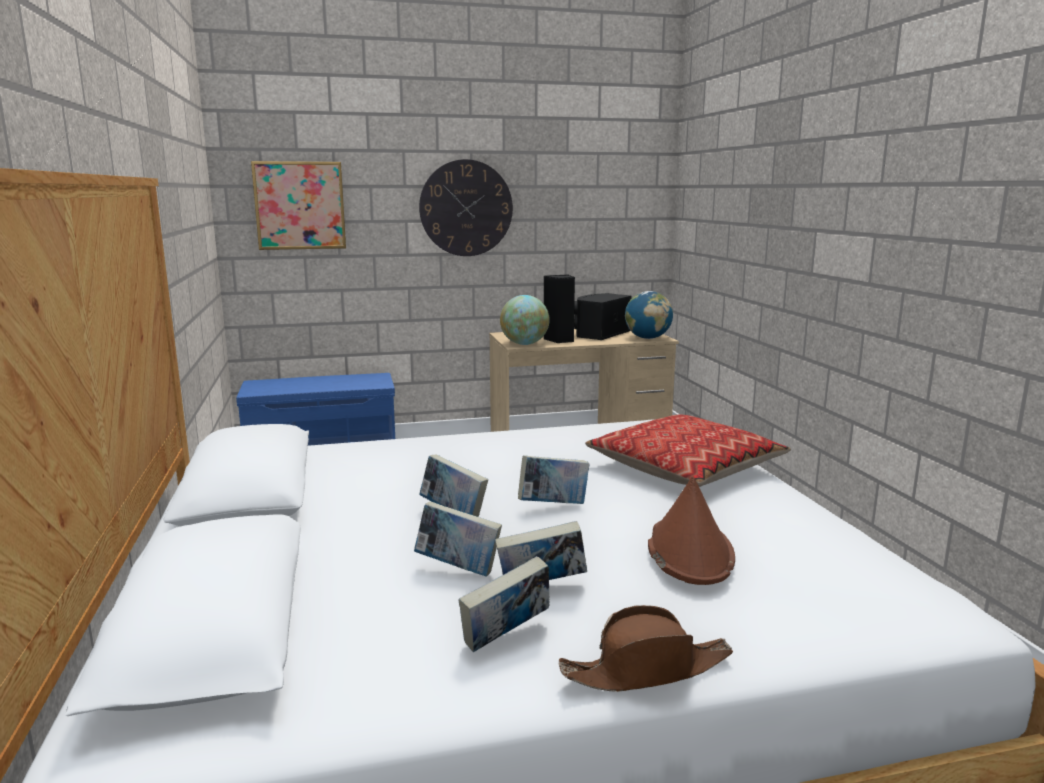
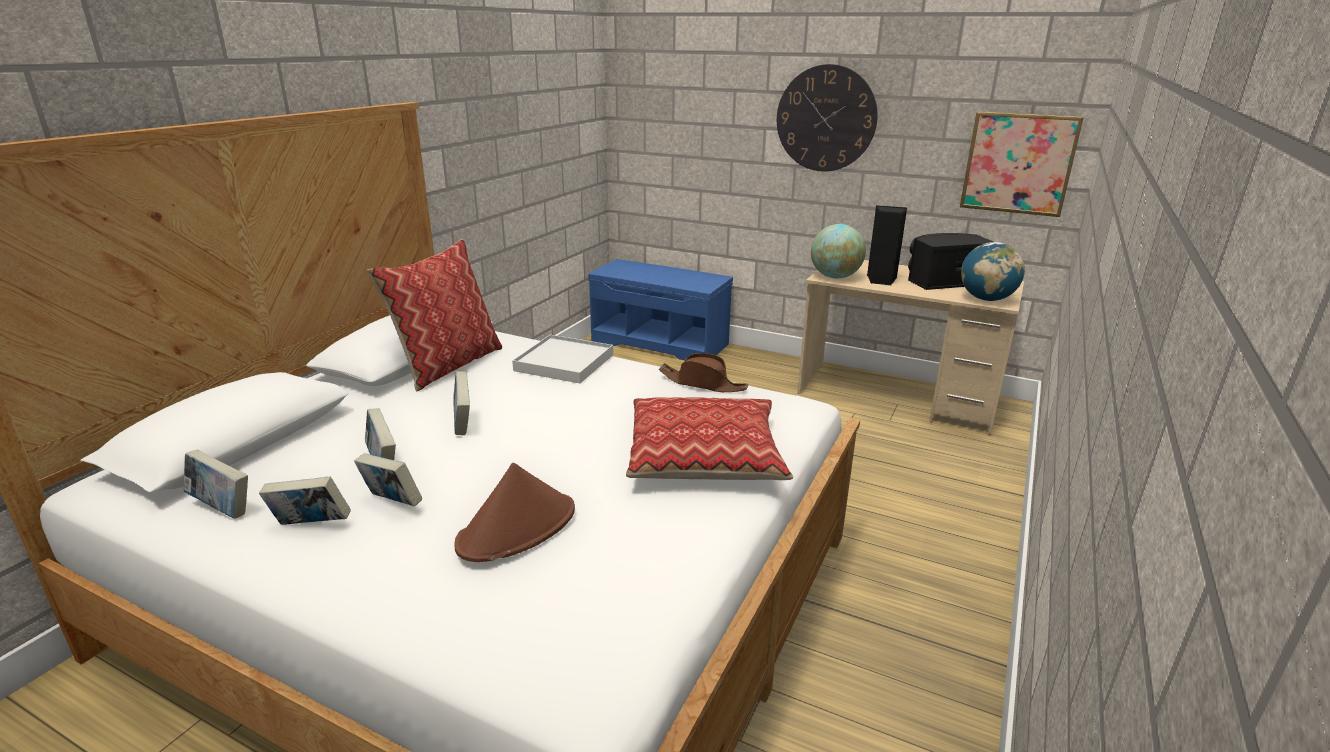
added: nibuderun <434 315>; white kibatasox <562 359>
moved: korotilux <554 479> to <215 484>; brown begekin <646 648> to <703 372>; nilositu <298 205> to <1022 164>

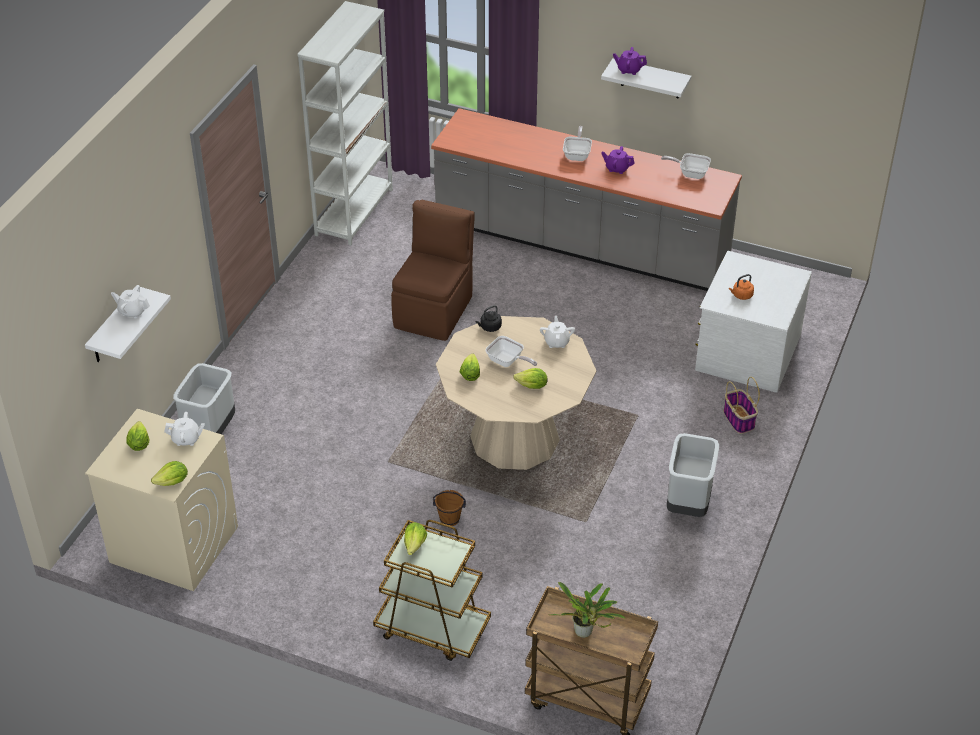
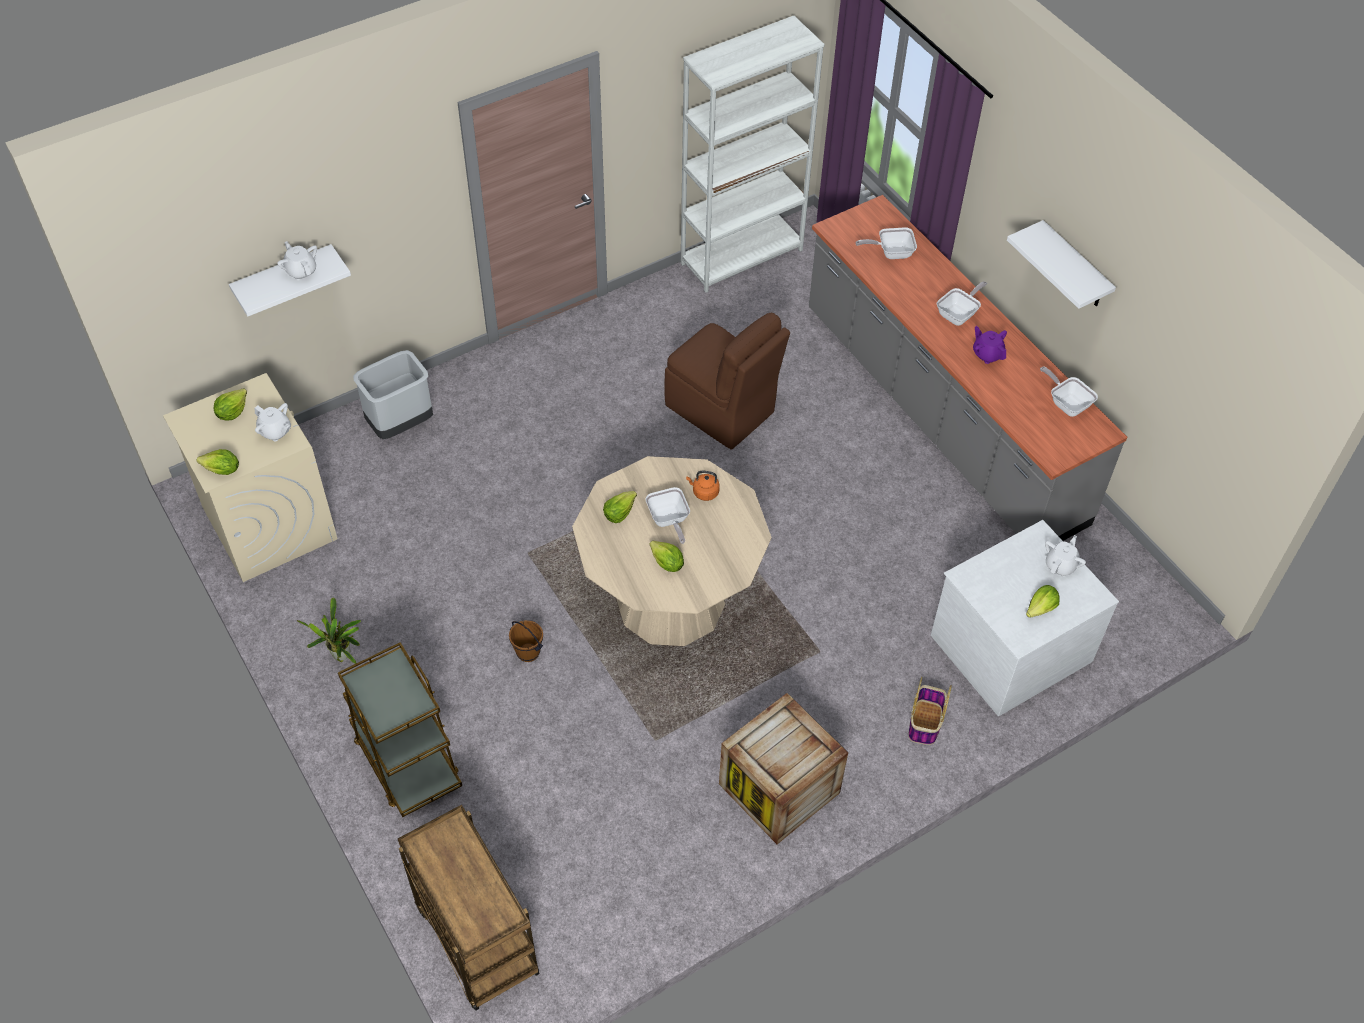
removed: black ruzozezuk <489 318>; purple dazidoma <630 61>
added: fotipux <886 243>
moved: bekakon <588 610> to <329 631>; orange ruzozezuk <741 287> to <703 486>; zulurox <415 538> to <1043 601>; white dazidoma <557 332> to <1065 556>
replaced: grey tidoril <693 475> to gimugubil <783 768>
turned: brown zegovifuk <433 270> = <727 381> 75 degrees clockwise

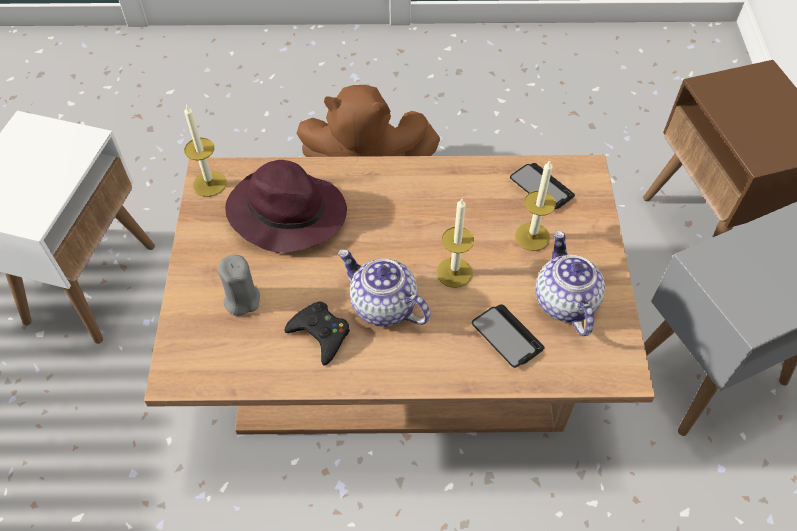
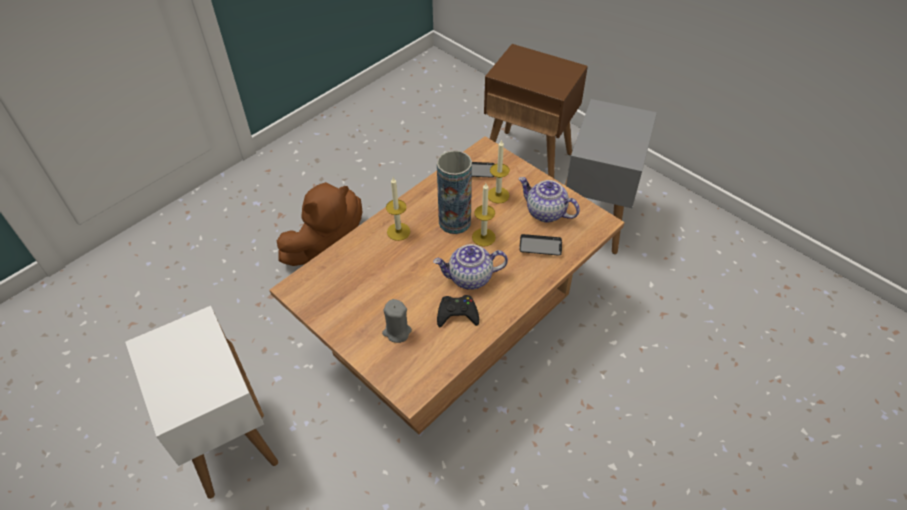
removed: purple begekin <286 206>
added: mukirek <454 192>
moved: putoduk <205 150> to <398 209>

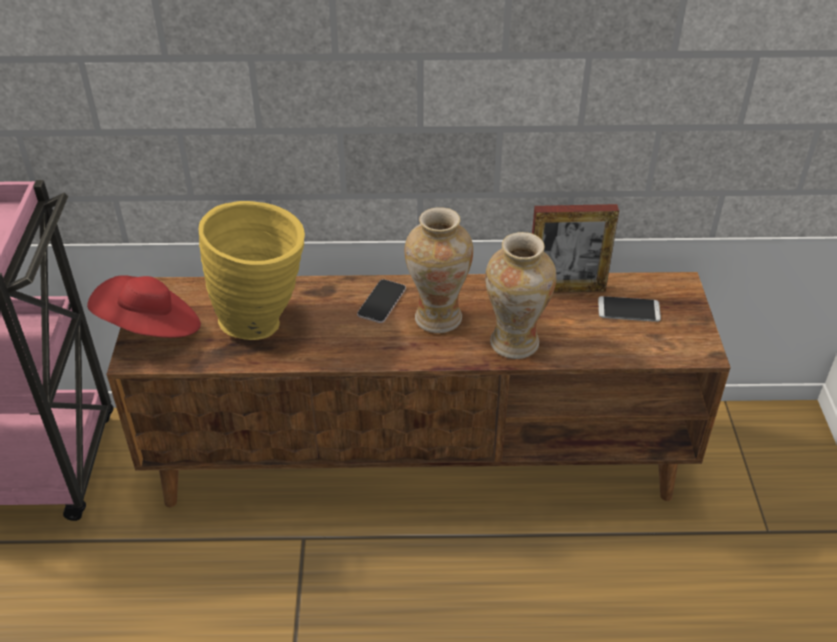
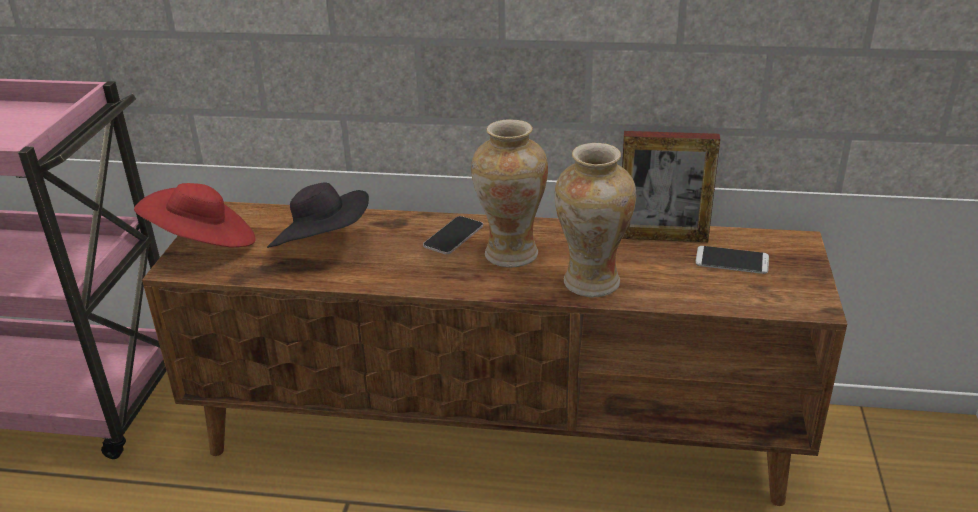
replaced: yellow mukirek <252 270> to black begekin <318 215>

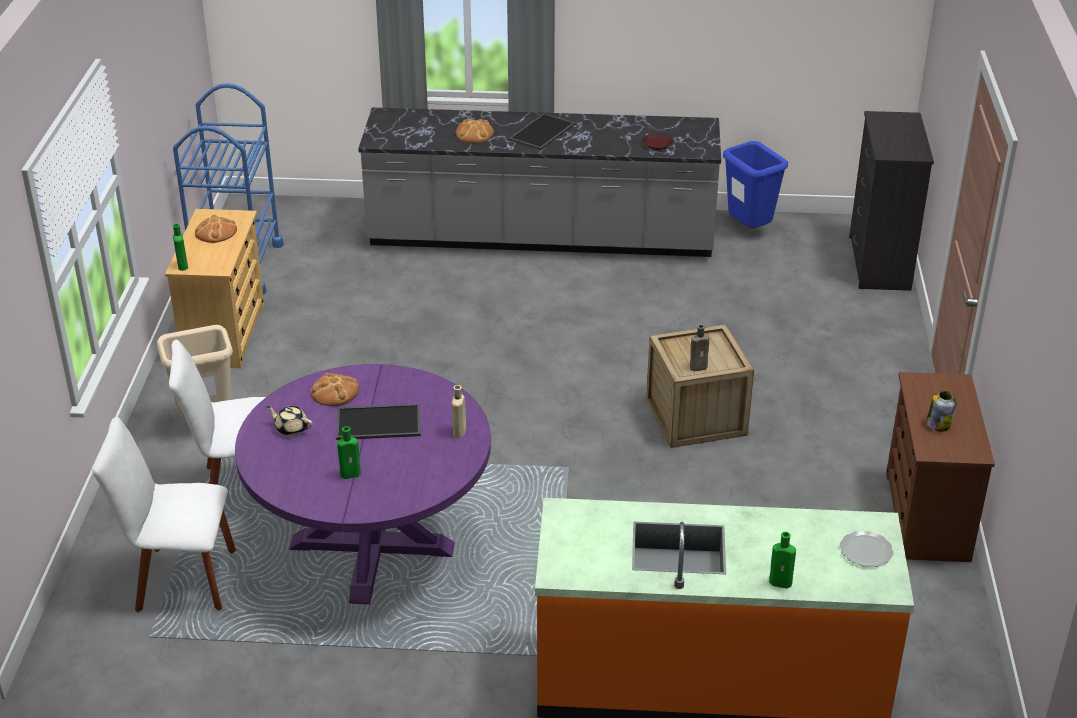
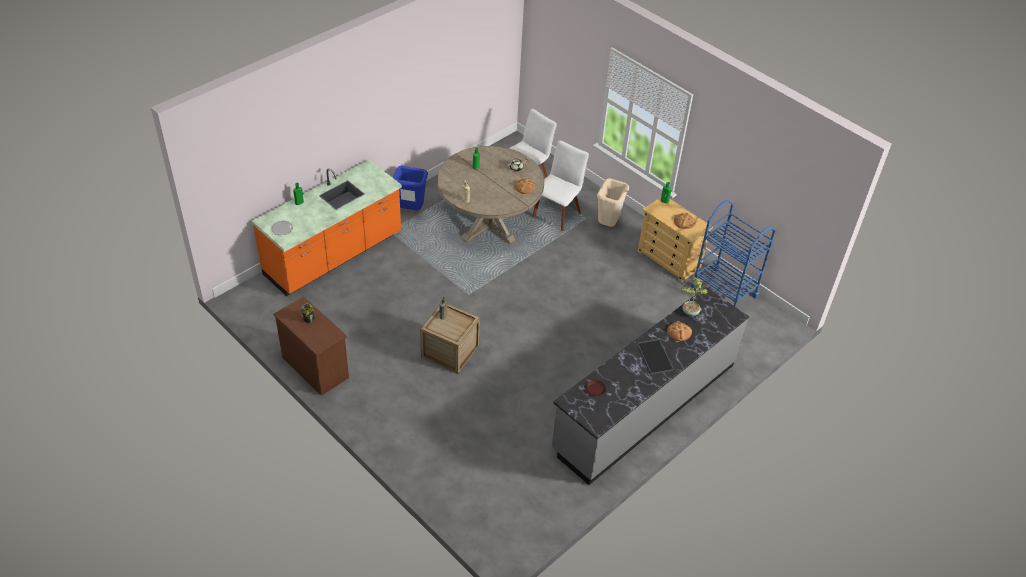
removed: kibatasox <378 422>; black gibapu <891 201>
added: bekakon <694 296>
moved: blue tidoril <755 184> to <410 188>
recoloured: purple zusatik <363 484> to beige zusatik <490 195>

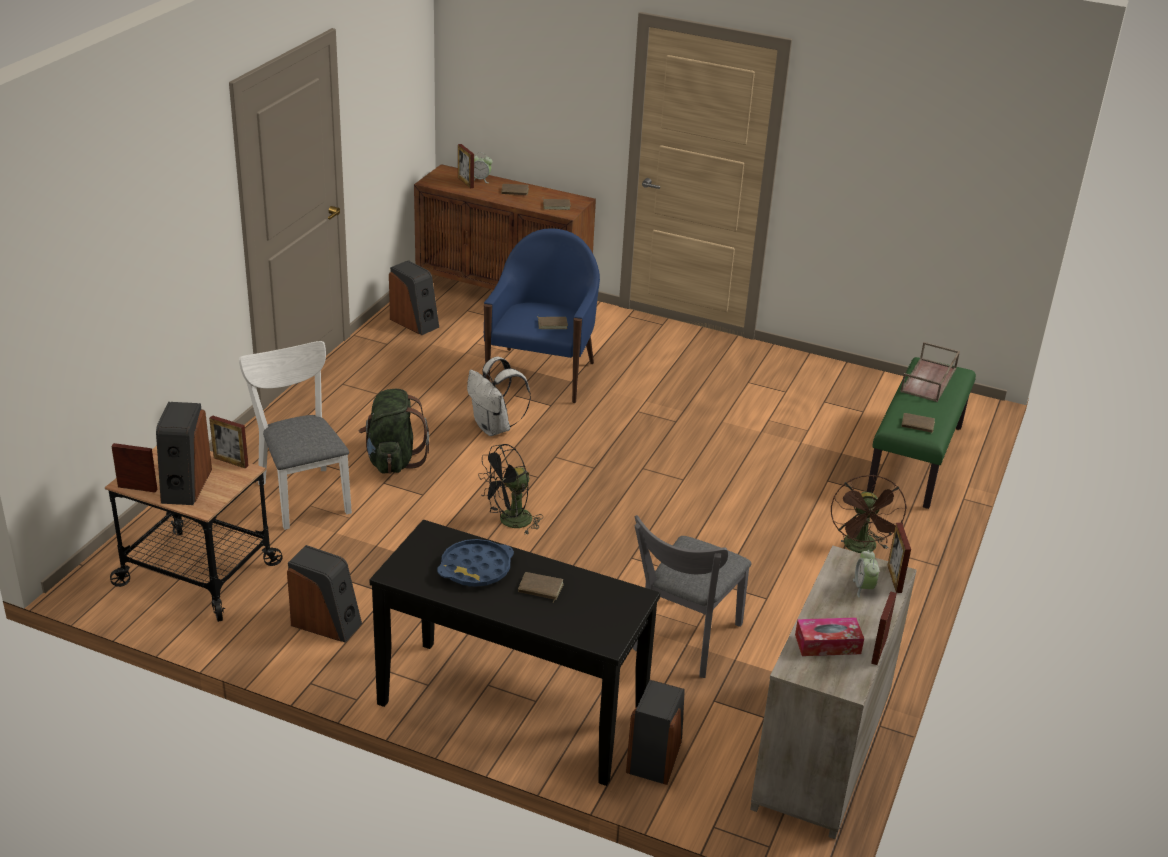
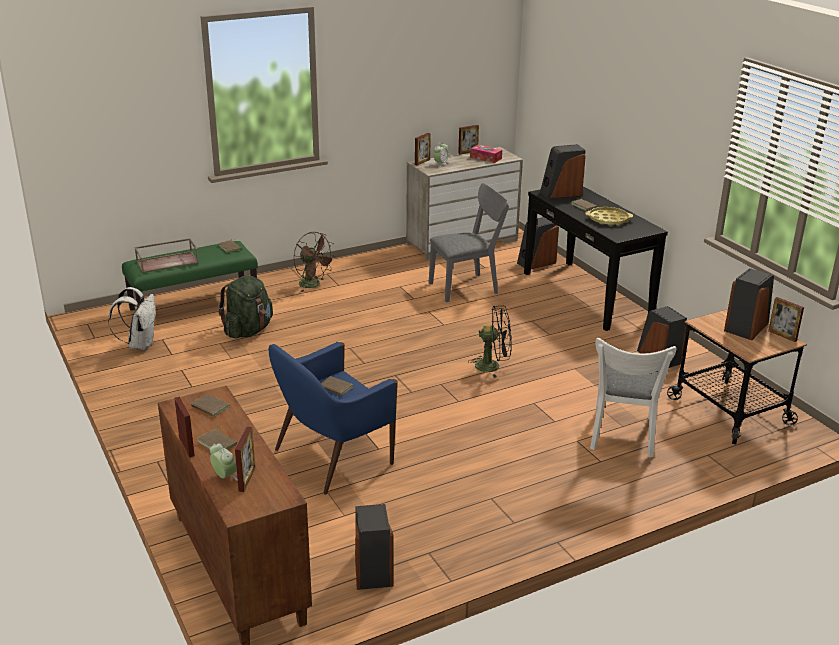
added: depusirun <563 171>
moved: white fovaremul <499 396> to <132 318>; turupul <229 442> to <184 427>; green fovaremul <394 431> to <245 306>
recoloured: blue kibatasox <475 563> to yellow kibatasox <609 216>
turned: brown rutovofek <869 514> = <315 262> 90 degrees clockwise

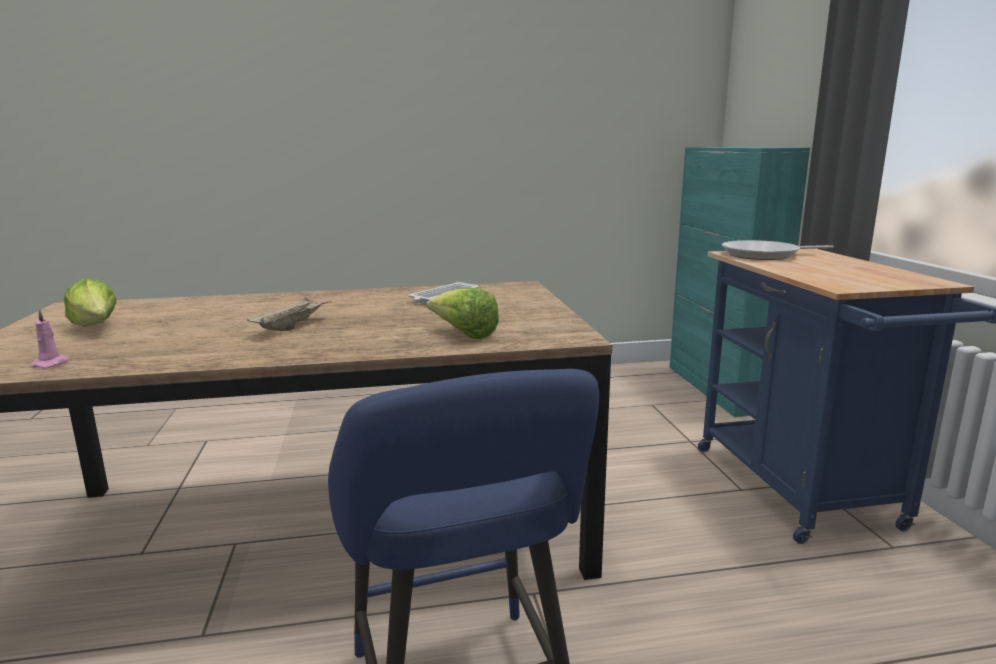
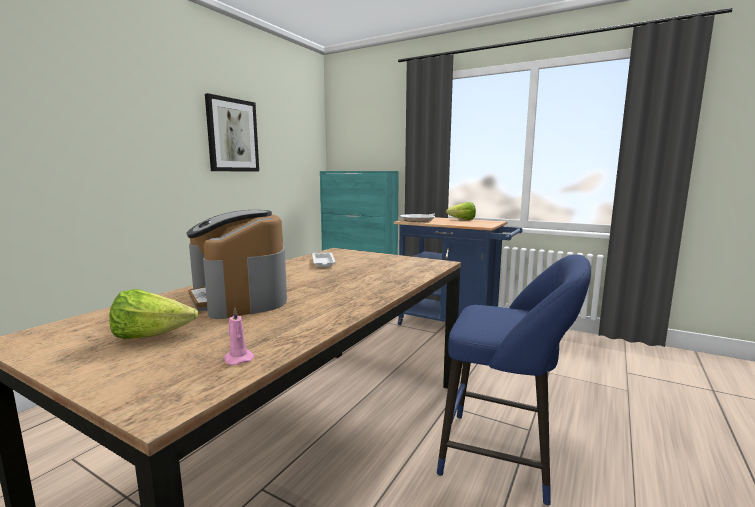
removed: beige kibatasox <289 314>
added: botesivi <237 264>; nilositu <232 132>
moved: zulurox <463 313> to <461 211>

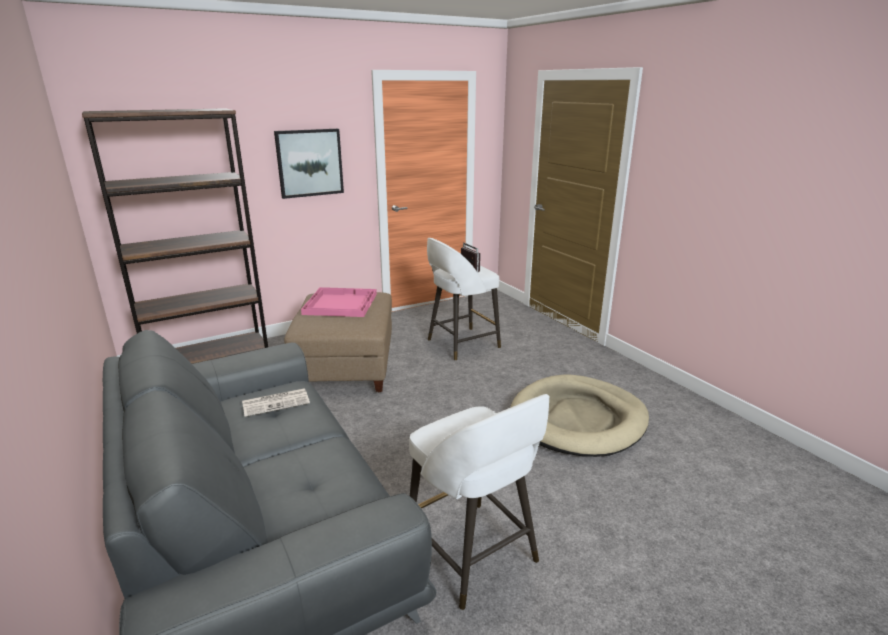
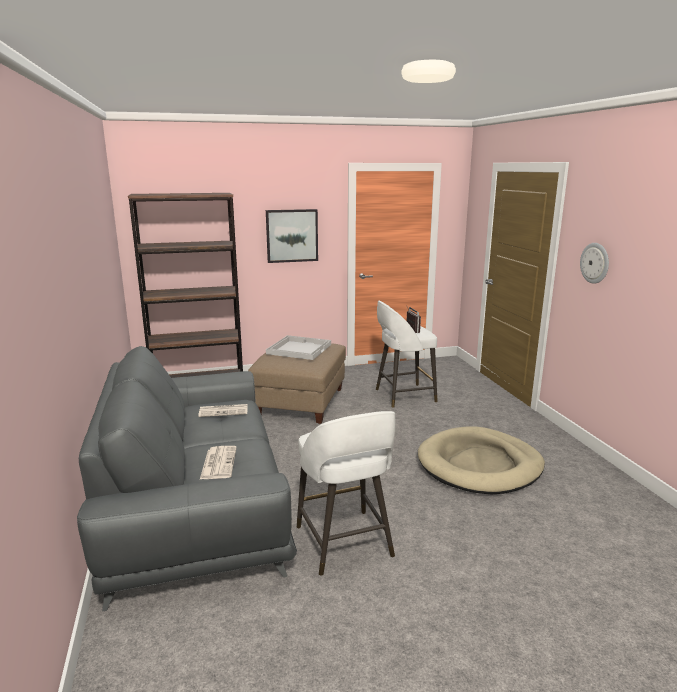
added: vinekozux <218 462>; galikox <594 263>
recoloured: pink kibatasox <339 302> to white kibatasox <298 347>

